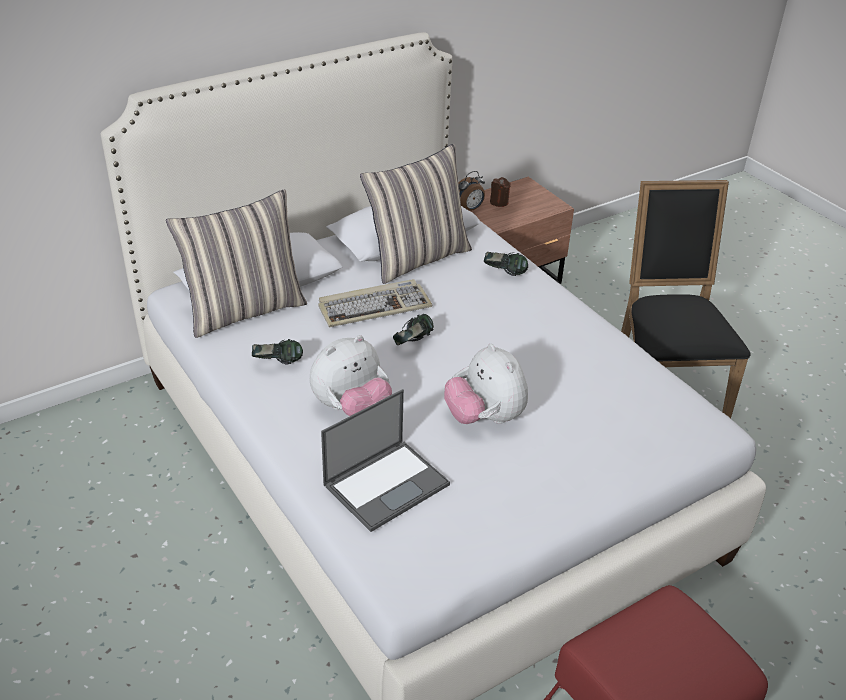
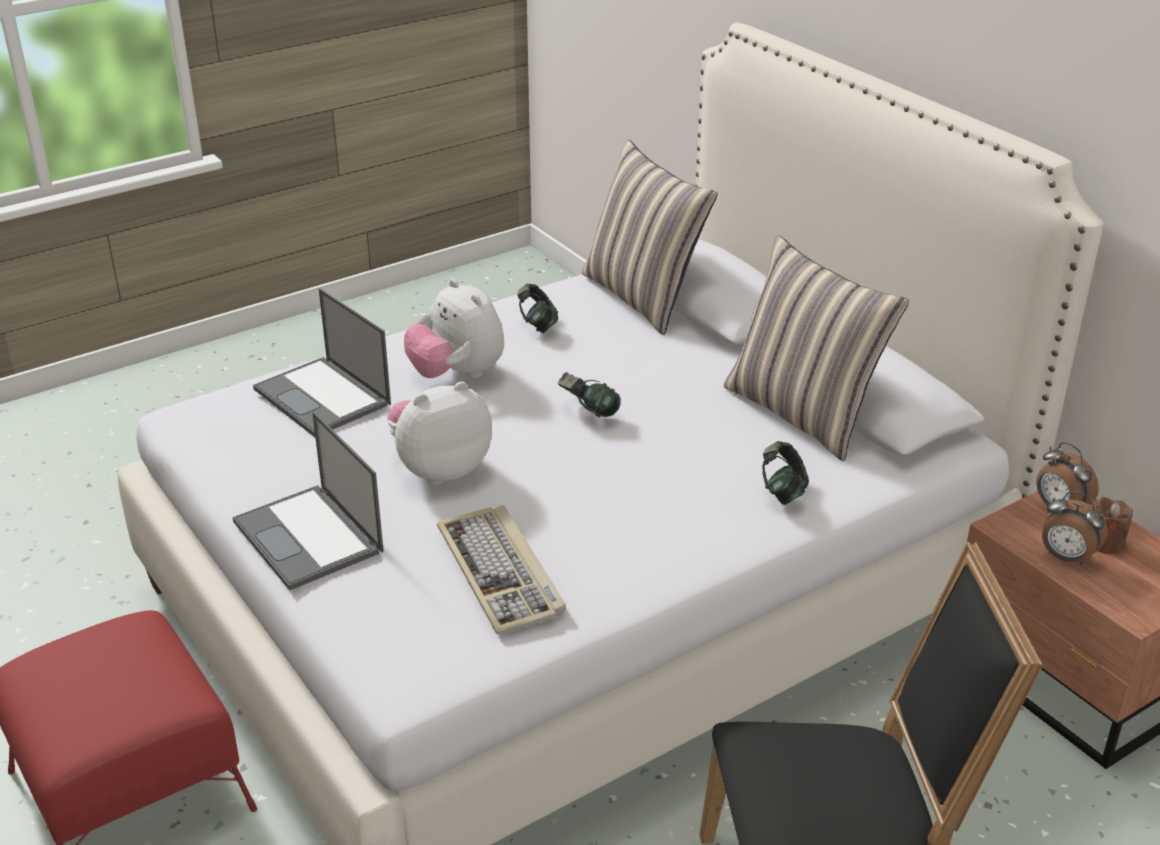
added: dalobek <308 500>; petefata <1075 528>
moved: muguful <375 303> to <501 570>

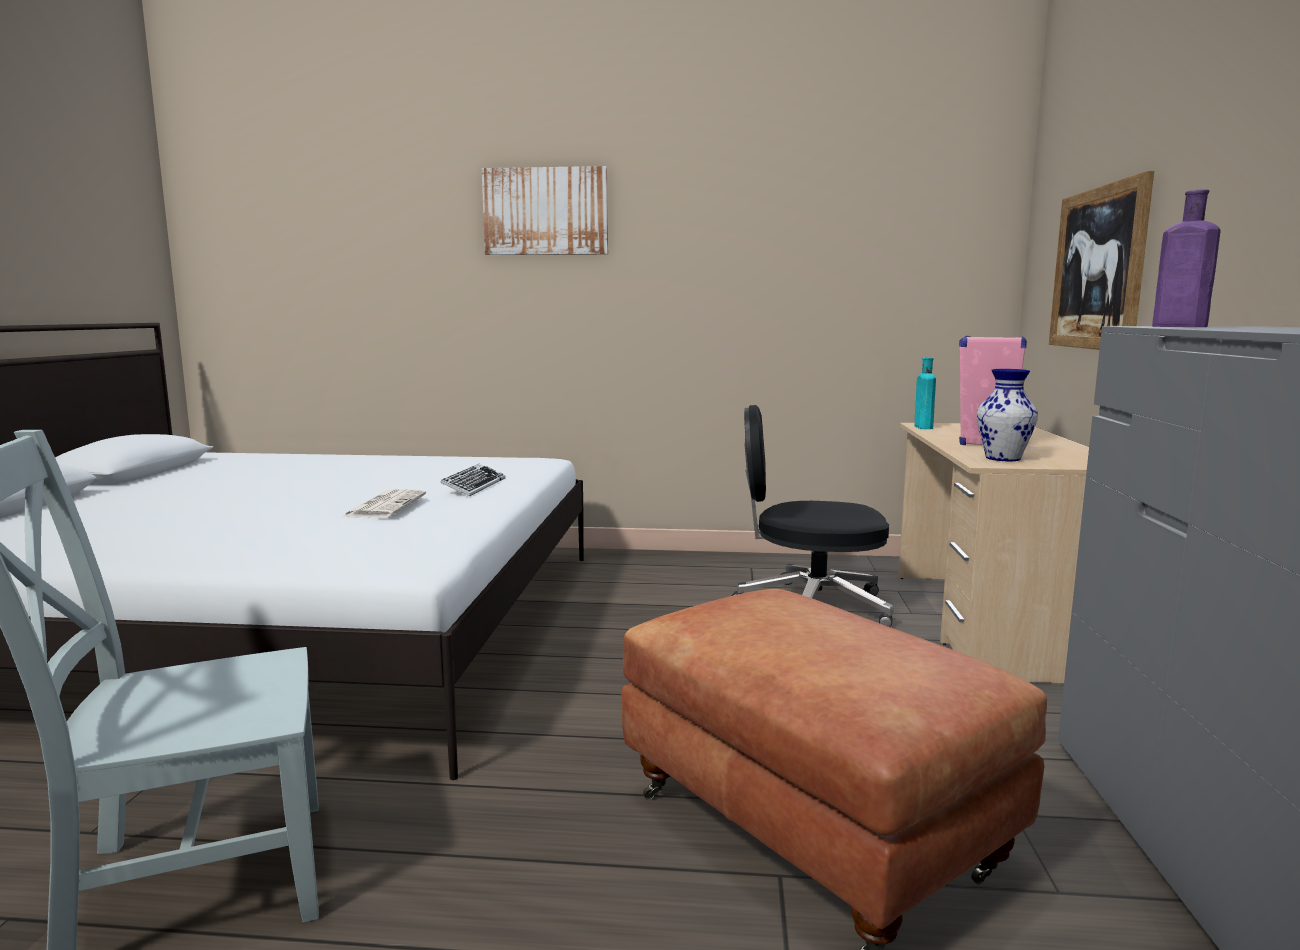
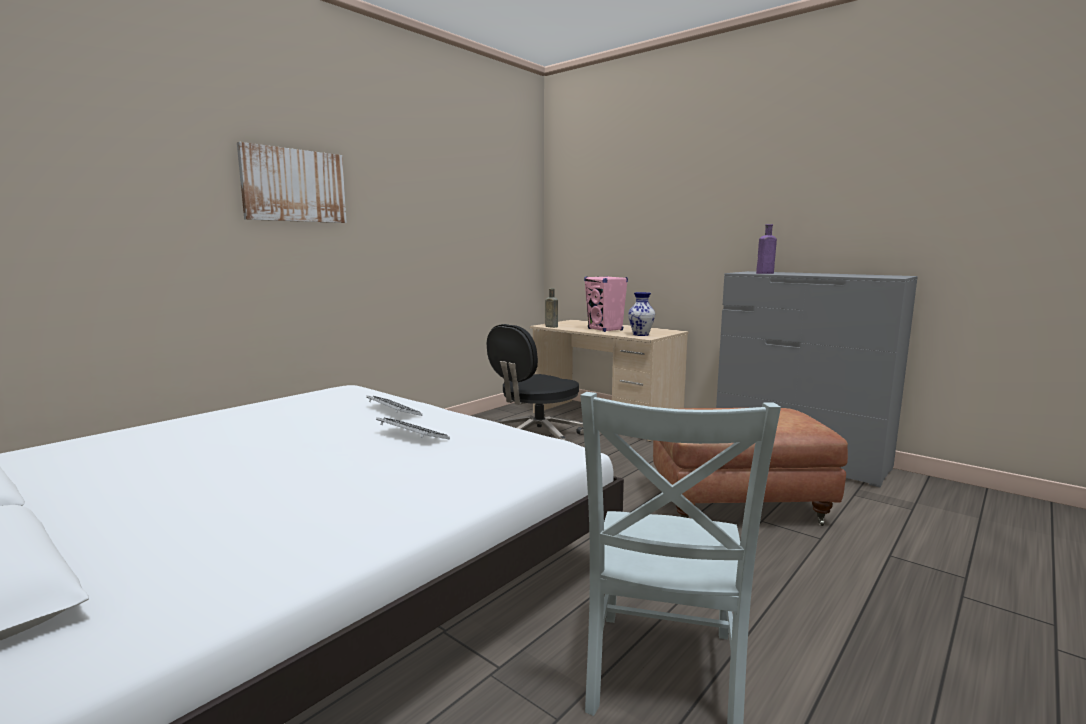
removed: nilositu <1101 260>
replaced: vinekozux <384 503> to muguful <413 428>
recoloured: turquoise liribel <925 393> to brown liribel <551 308>

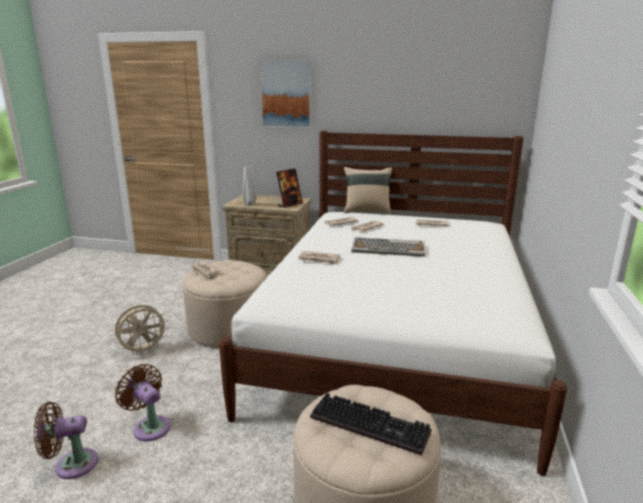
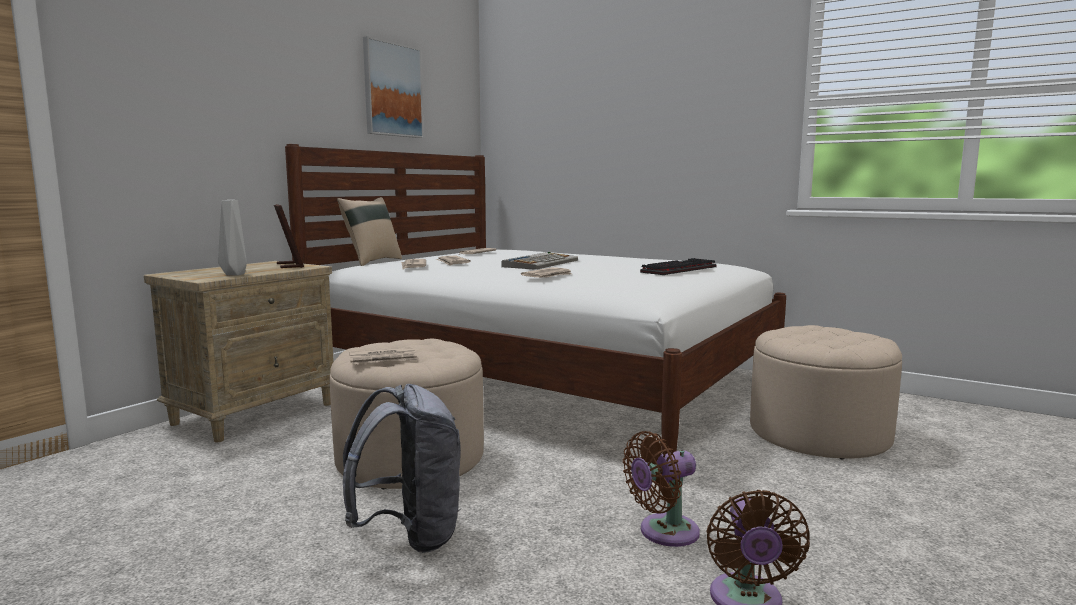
moved: nilositu <285 94> to <393 87>; muguful <371 424> to <678 266>
replaced: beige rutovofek <141 330> to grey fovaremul <402 468>

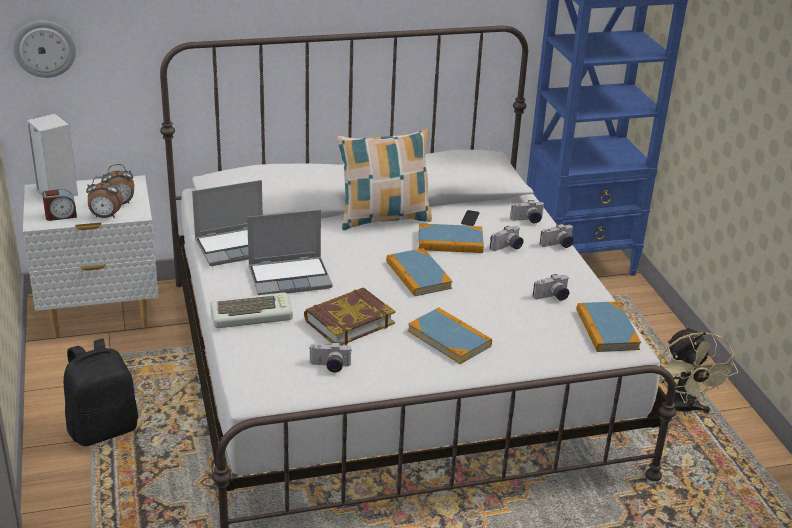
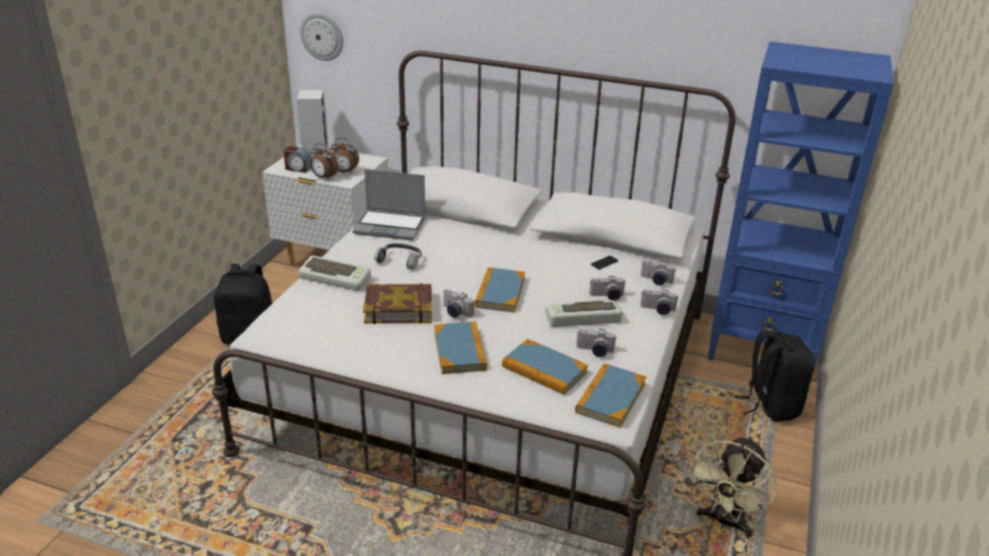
removed: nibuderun <384 180>
added: muguful <584 313>; black fovaremul <774 376>
moved: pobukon <330 357> to <459 303>; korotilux <451 238> to <545 367>
replaced: dalobek <290 252> to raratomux <398 256>

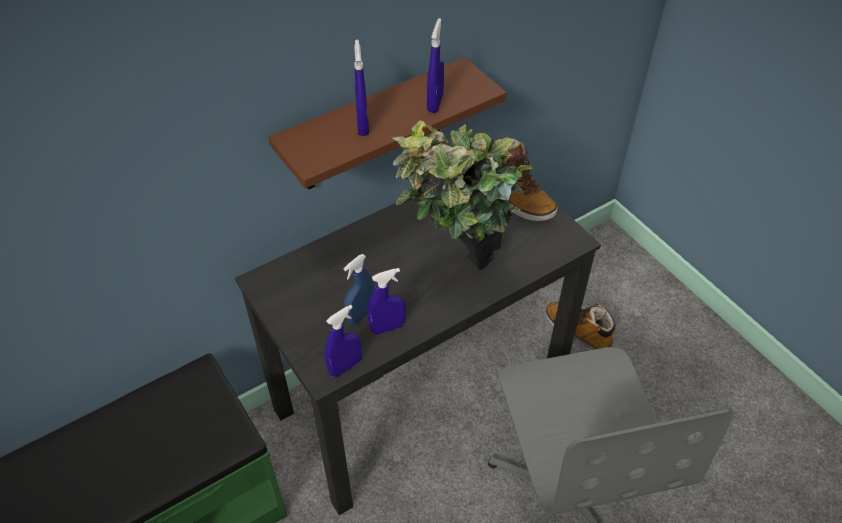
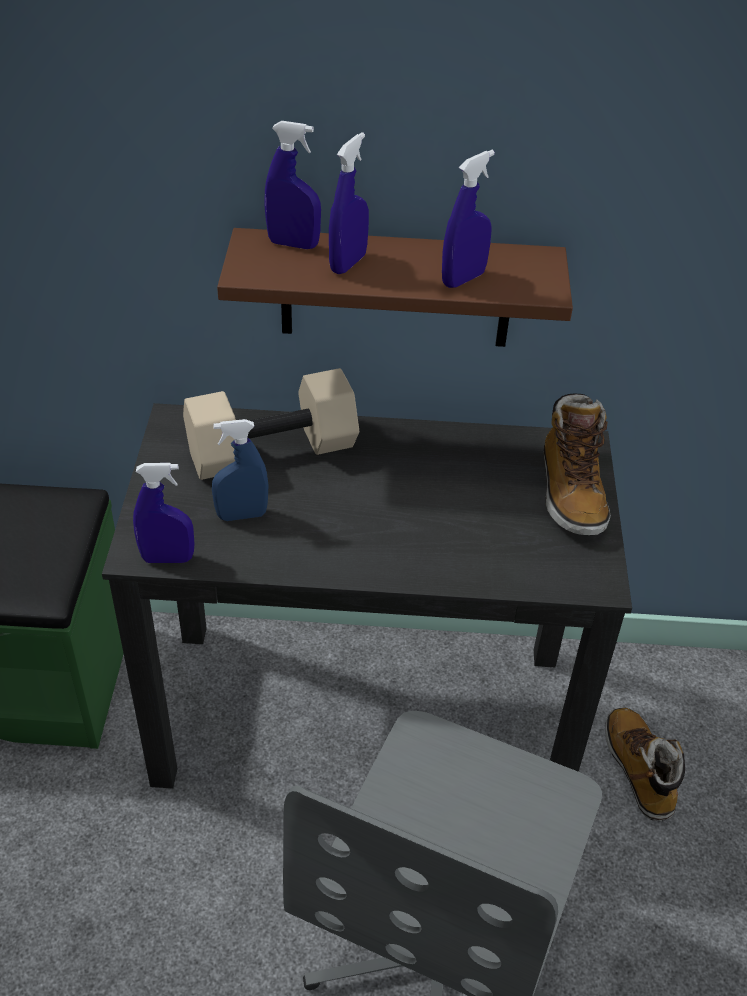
removed: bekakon <462 195>
added: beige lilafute <271 424>
moved: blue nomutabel <386 301> to <292 185>

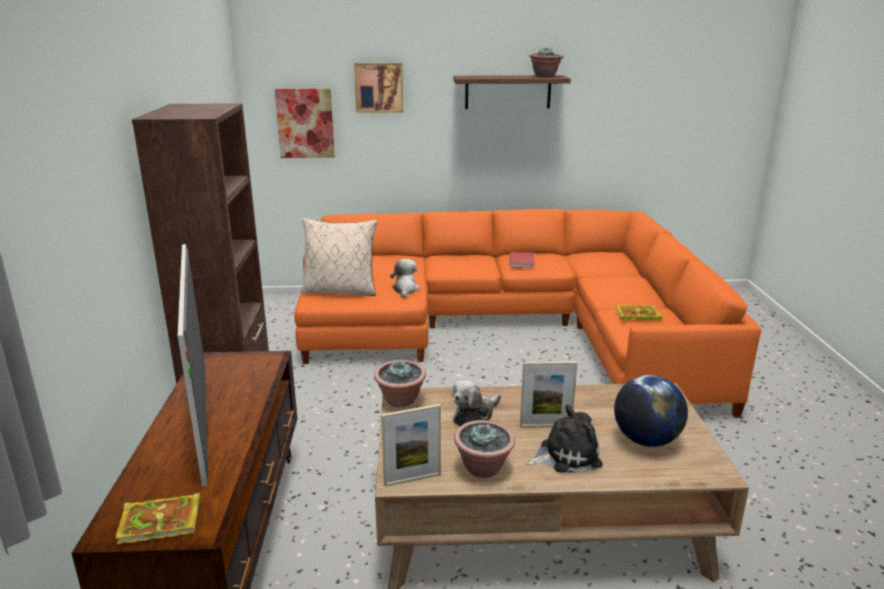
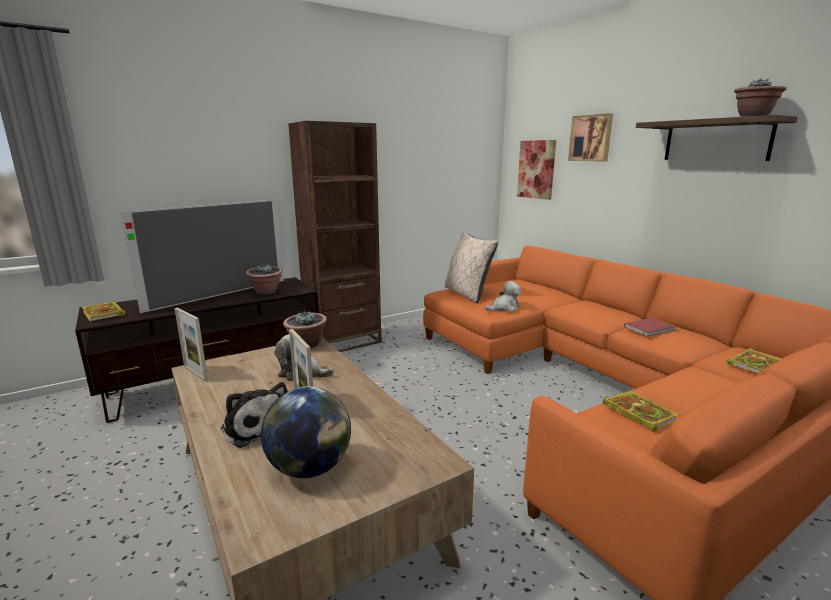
added: korotilux <753 360>
moved: bekakon <484 449> to <264 279>

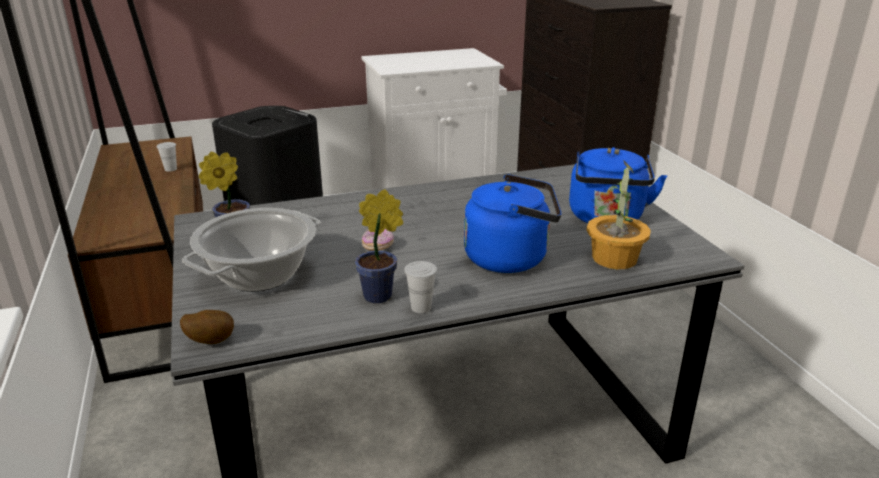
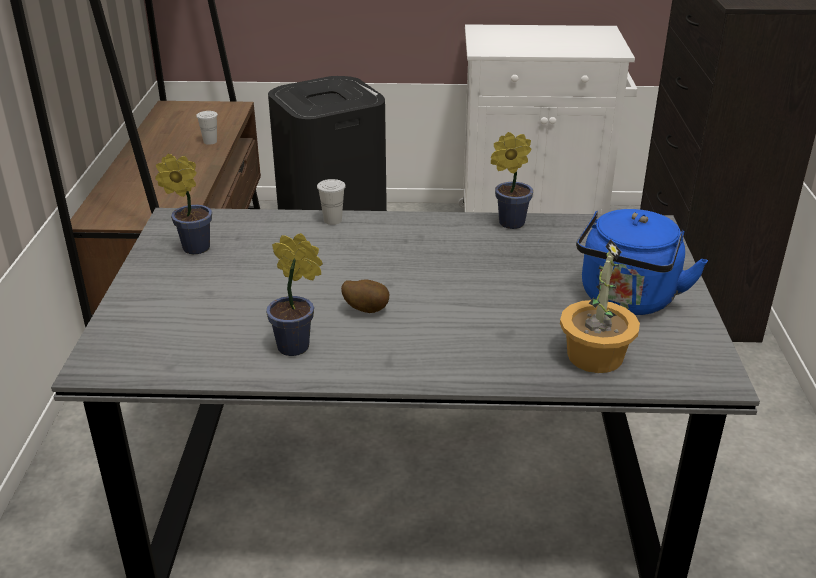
removed: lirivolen <251 250>; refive <378 240>; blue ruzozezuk <512 223>
added: bekakon <512 180>
moved: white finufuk <420 287> to <331 202>; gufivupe <207 327> to <365 296>

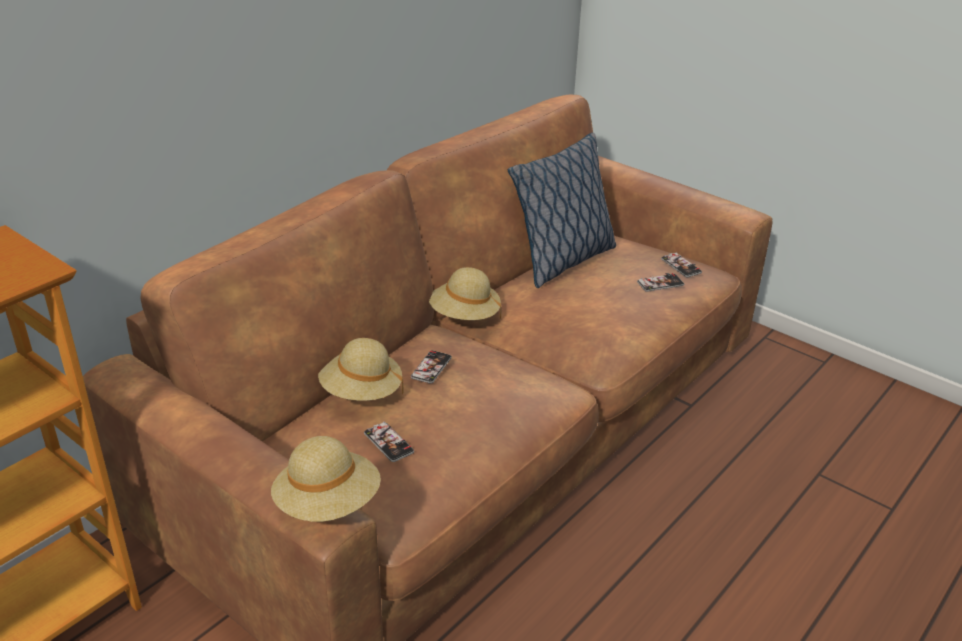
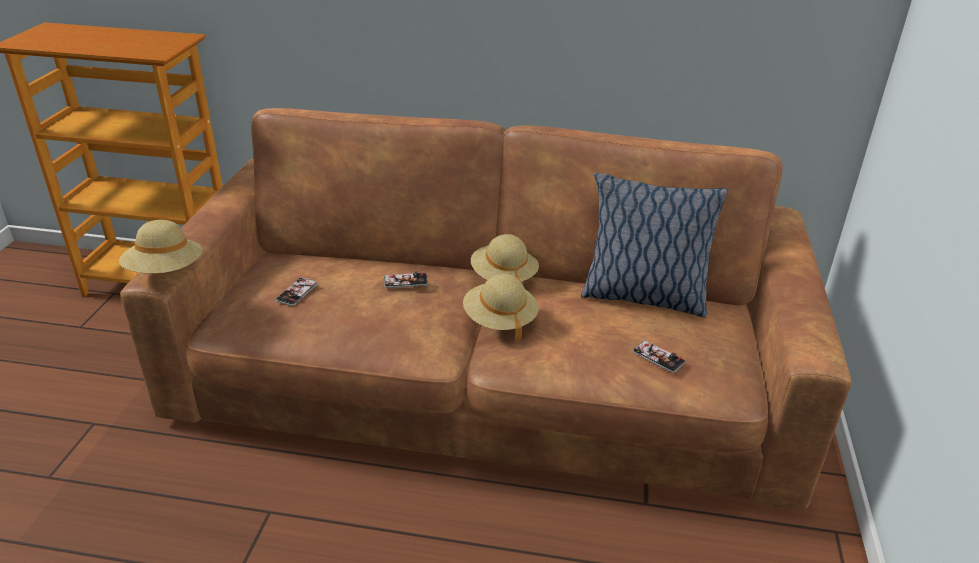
removed: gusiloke <681 264>
moved: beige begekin <361 369> to <501 307>

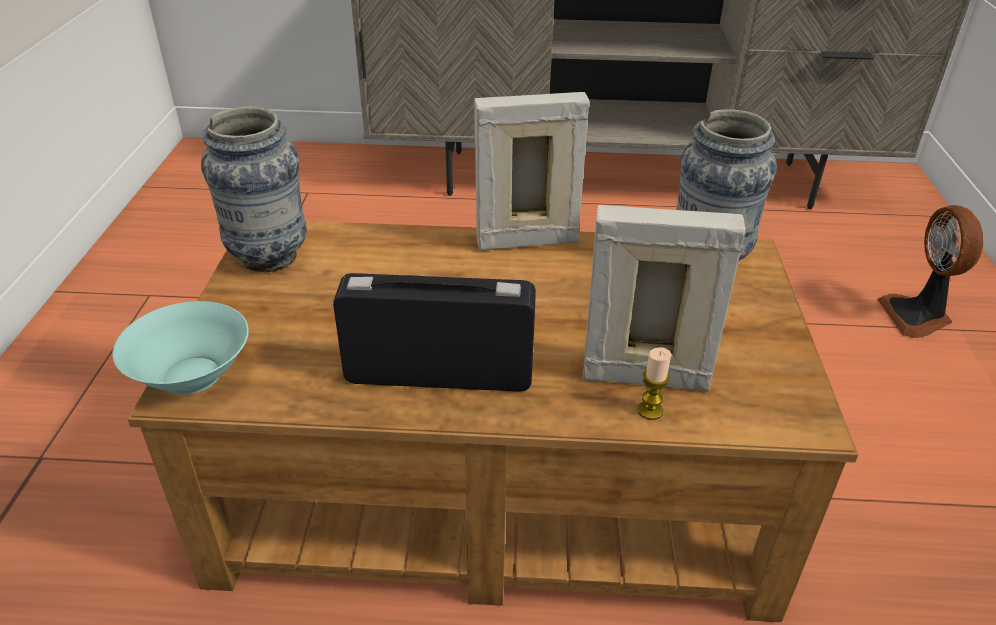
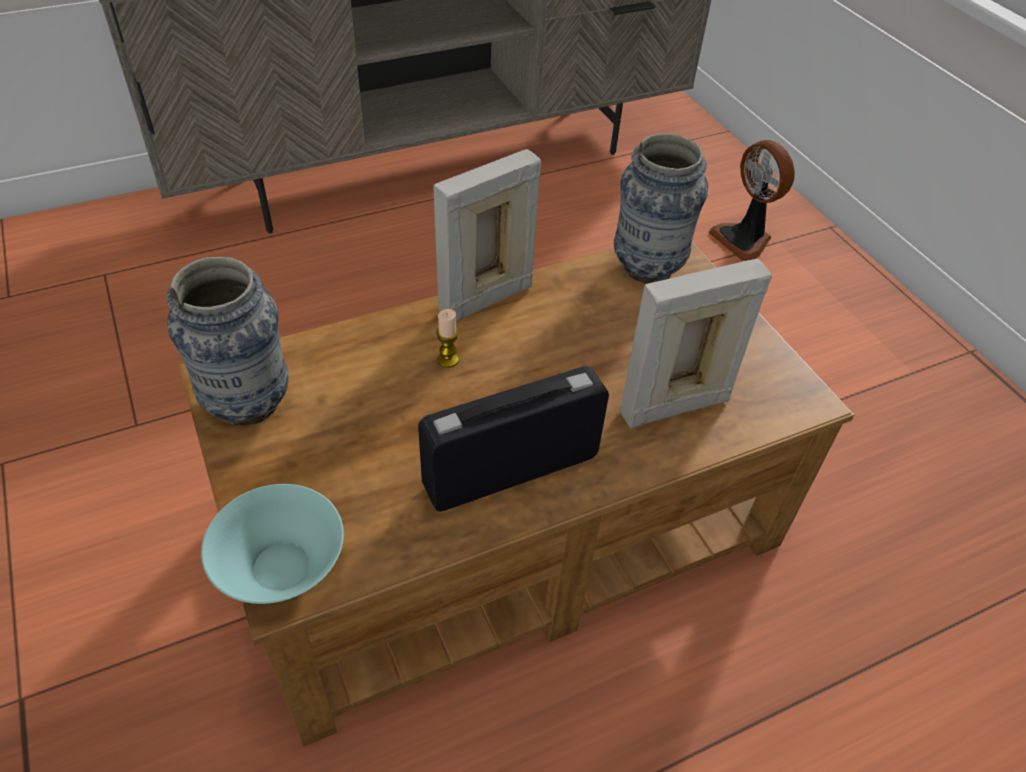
moved: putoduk <654 383> to <447 338>

